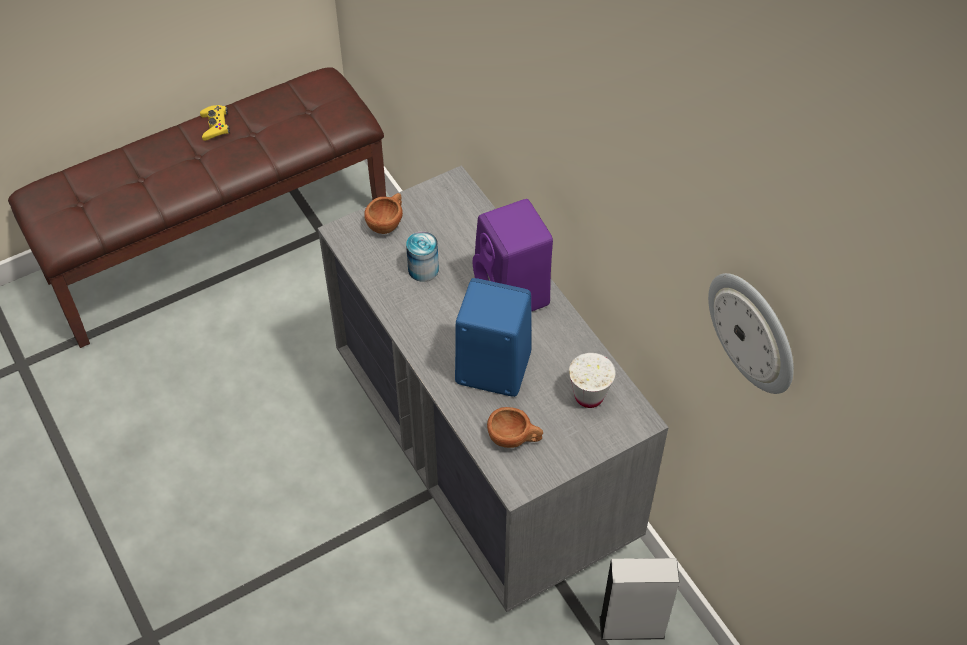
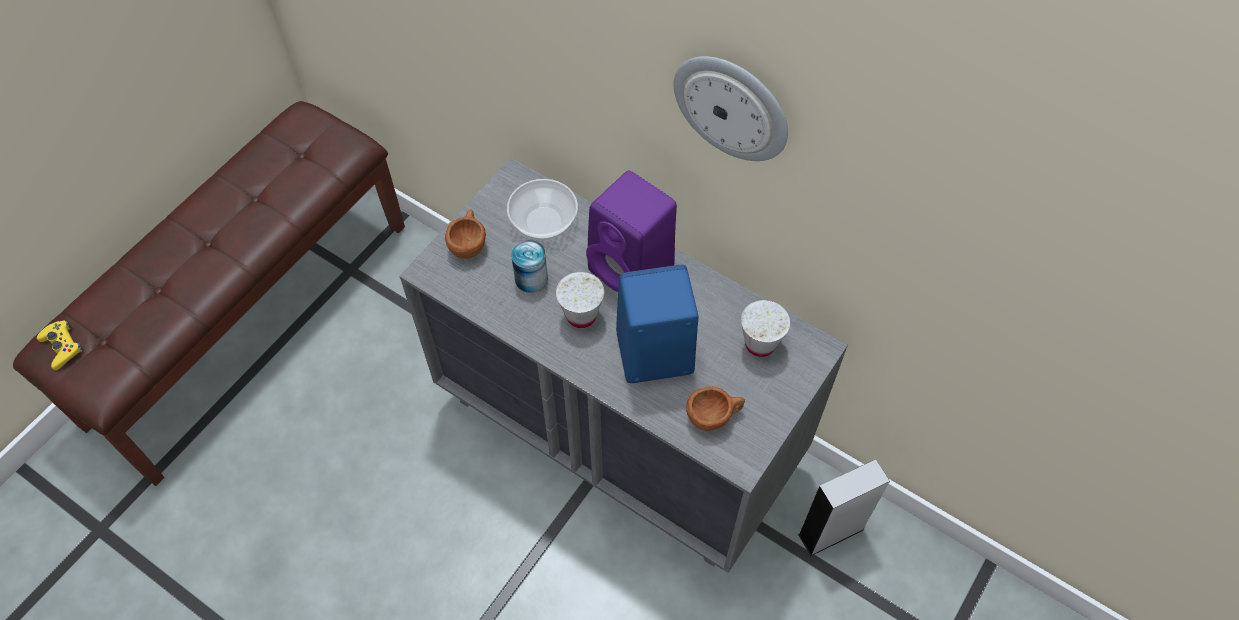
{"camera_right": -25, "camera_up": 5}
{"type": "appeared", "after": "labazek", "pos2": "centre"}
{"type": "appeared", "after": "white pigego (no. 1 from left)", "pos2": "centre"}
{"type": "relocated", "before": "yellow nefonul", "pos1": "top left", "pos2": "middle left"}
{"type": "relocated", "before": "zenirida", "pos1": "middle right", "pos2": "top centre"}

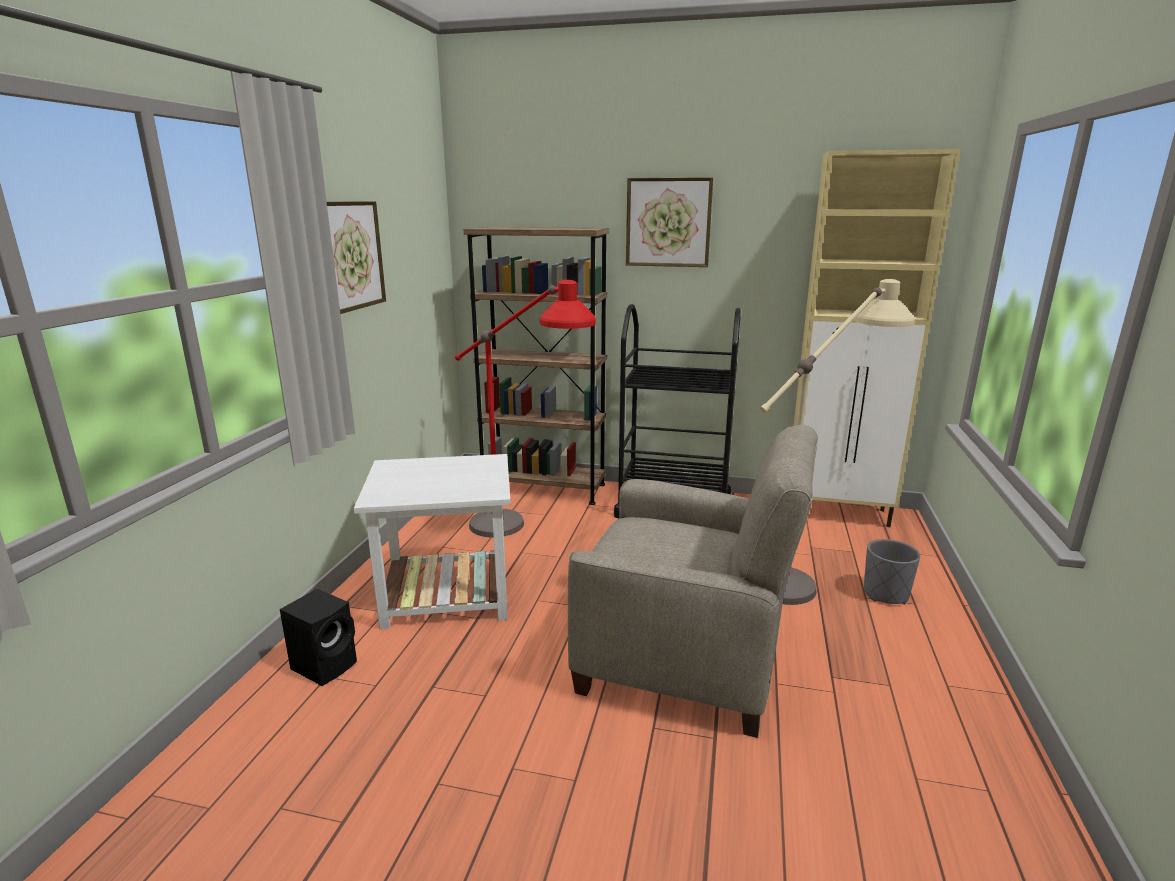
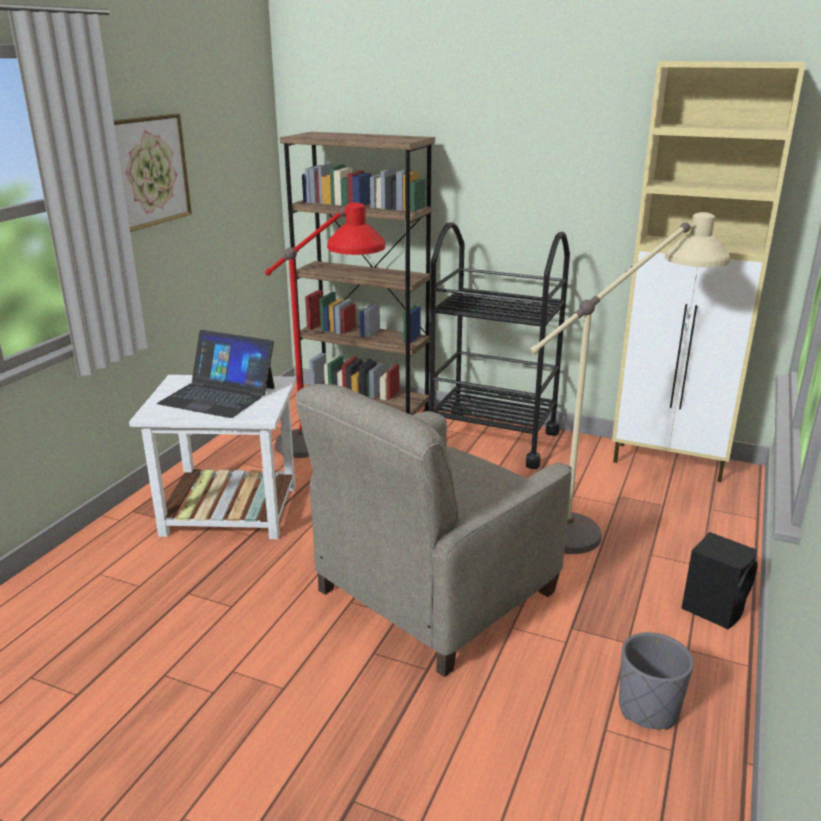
{"camera_right": 10, "camera_up": 5}
{"type": "missing", "before": "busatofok (no. 2 from left)", "pos1": "top centre"}
{"type": "appeared", "after": "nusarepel", "pos2": "middle left"}
{"type": "relocated", "before": "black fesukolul", "pos1": "bottom left", "pos2": "bottom right"}
{"type": "relocated", "before": "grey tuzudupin", "pos1": "middle right", "pos2": "bottom right"}
{"type": "spun", "before": "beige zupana", "pos1": "centre", "pos2": "centre", "turn": 105}

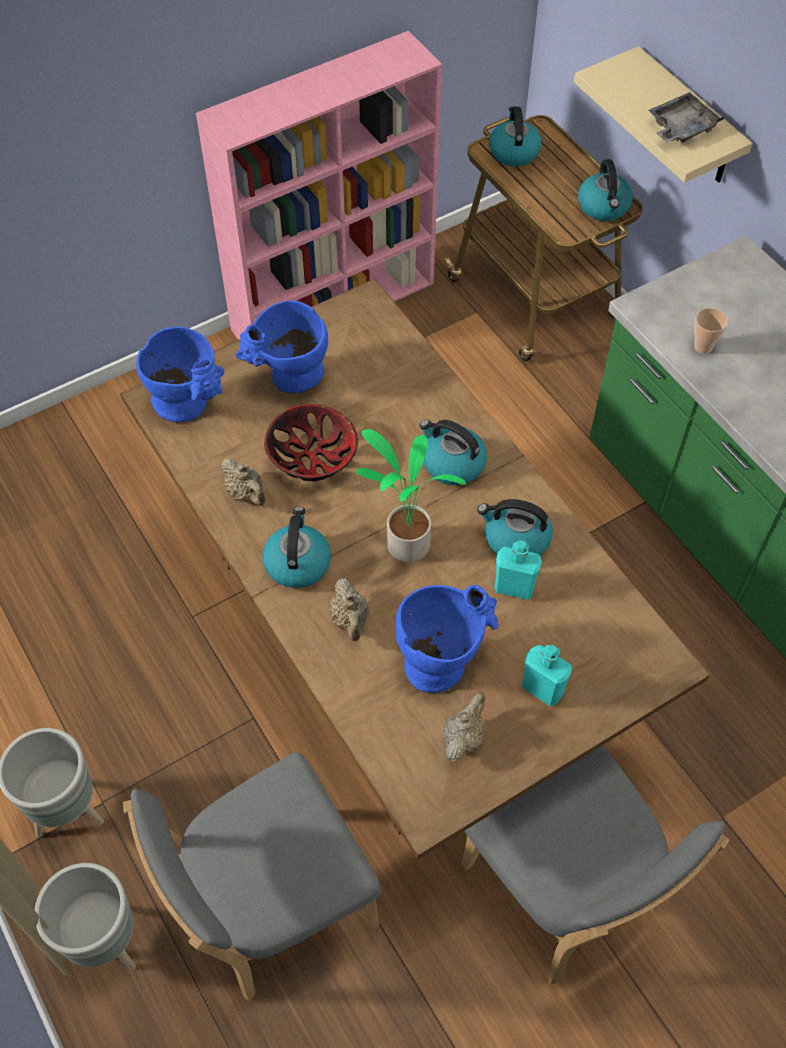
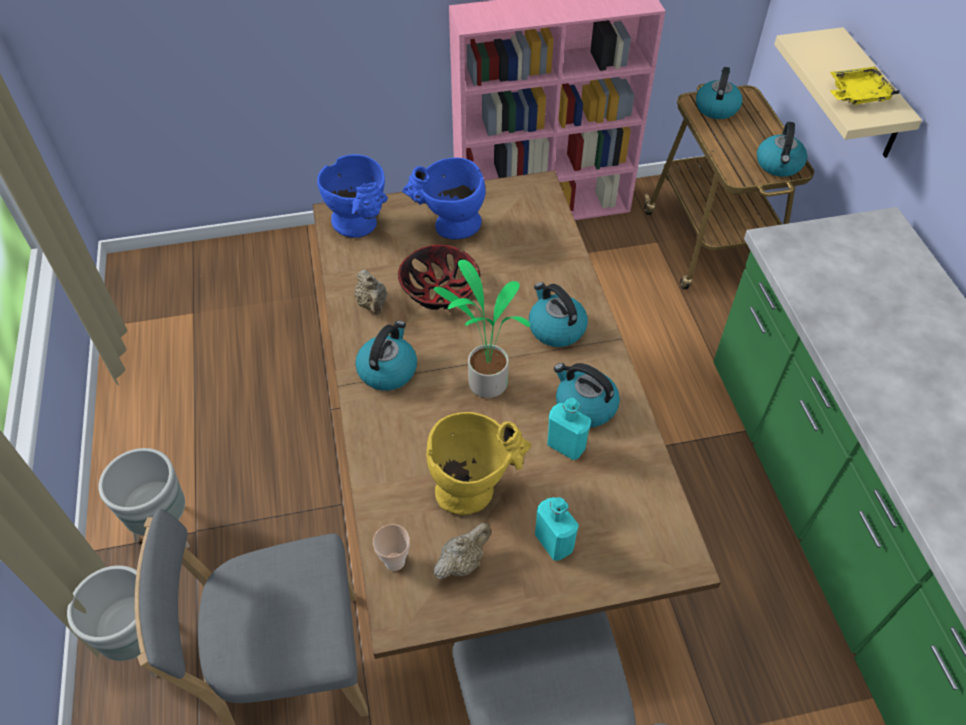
{"camera_right": 20, "camera_up": -5}
{"type": "missing", "before": "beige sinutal (no. 2 from left)", "pos1": "centre"}
{"type": "relocated", "before": "pigego", "pos1": "top right", "pos2": "bottom centre"}
{"type": "colour", "before": "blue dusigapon (no. 3 from left)", "after": "yellow dusigapon", "pos1": "centre", "pos2": "centre"}
{"type": "colour", "before": "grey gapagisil", "after": "yellow gapagisil", "pos1": "top right", "pos2": "top right"}

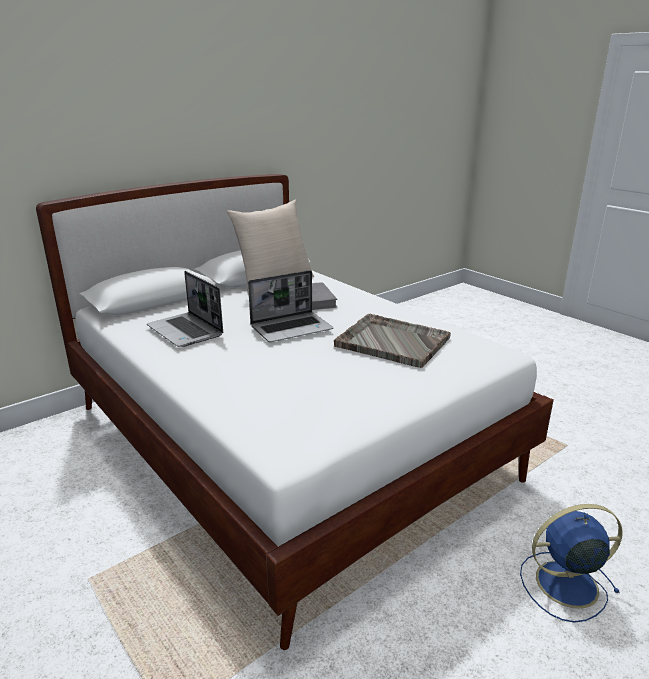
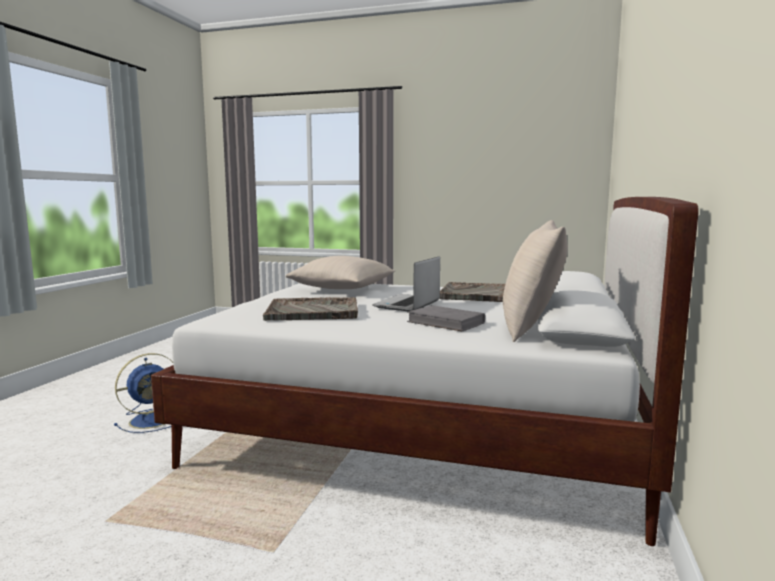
{"camera_right": 145, "camera_up": -15}
{"type": "appeared", "after": "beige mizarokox (no. 1 from left)", "pos2": "centre"}
{"type": "exchanged", "before": "nusarepel (no. 1 from left)", "after": "grey gapagisil (no. 2 from left)", "pos1": "middle left", "pos2": "centre"}

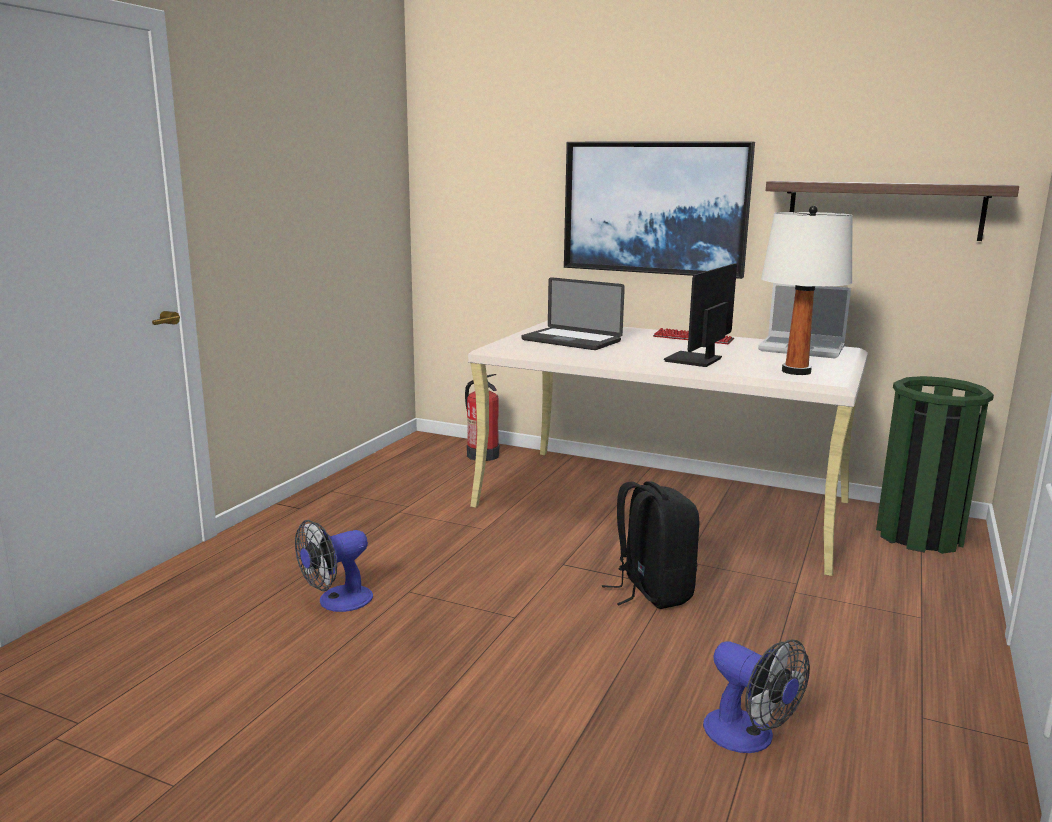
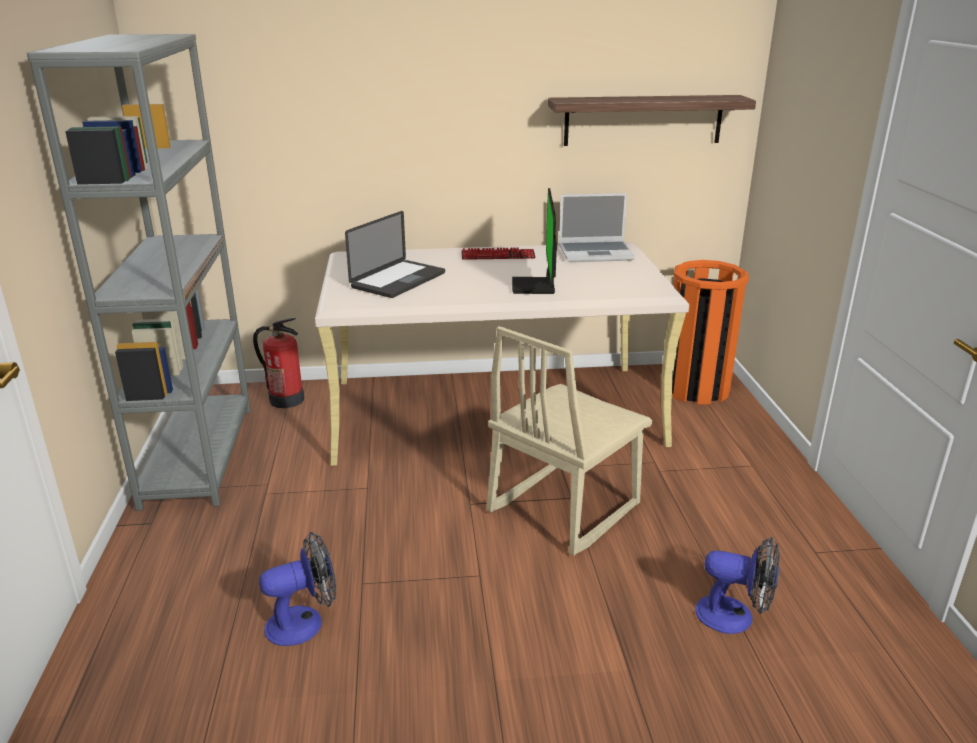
{"camera_right": -30, "camera_up": 10}
{"type": "missing", "before": "busatofok", "pos1": "top centre"}
{"type": "missing", "before": "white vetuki", "pos1": "middle right"}
{"type": "appeared", "after": "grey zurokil", "pos2": "middle left"}
{"type": "exchanged", "before": "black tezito", "after": "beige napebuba", "pos1": "centre", "pos2": "centre"}
{"type": "colour", "before": "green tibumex", "after": "orange tibumex", "pos1": "middle right", "pos2": "middle right"}
{"type": "spun", "before": "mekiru (no. 1 from left)", "pos1": "bottom left", "pos2": "bottom left", "turn": -135}
{"type": "spun", "before": "nusarepel (no. 1 from left)", "pos1": "centre", "pos2": "centre", "turn": -60}

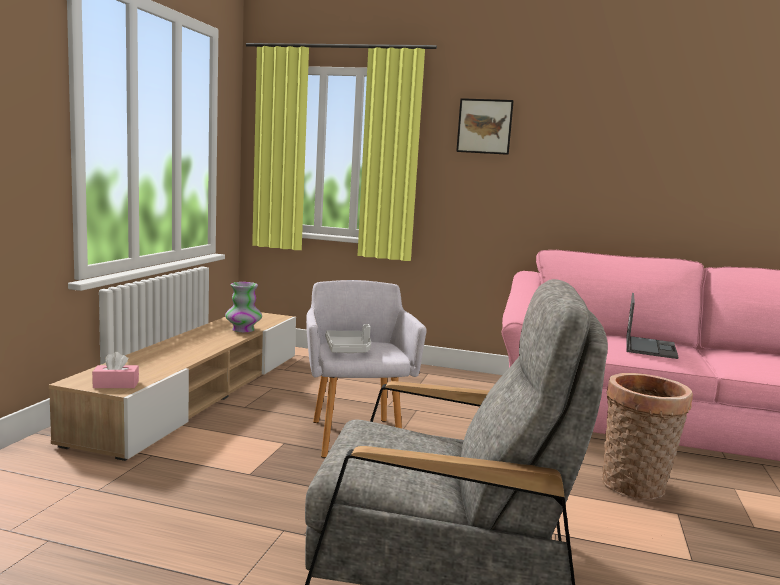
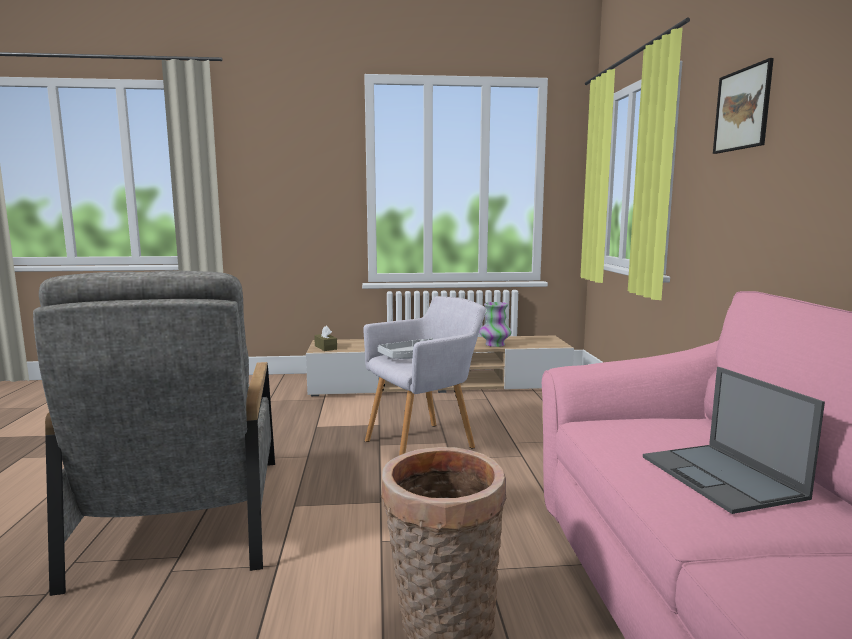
{"camera_right": 70, "camera_up": 0}
{"type": "colour", "before": "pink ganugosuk", "after": "brown ganugosuk", "pos1": "middle left", "pos2": "centre"}
{"type": "spun", "before": "nusarepel", "pos1": "middle right", "pos2": "bottom right", "turn": 75}

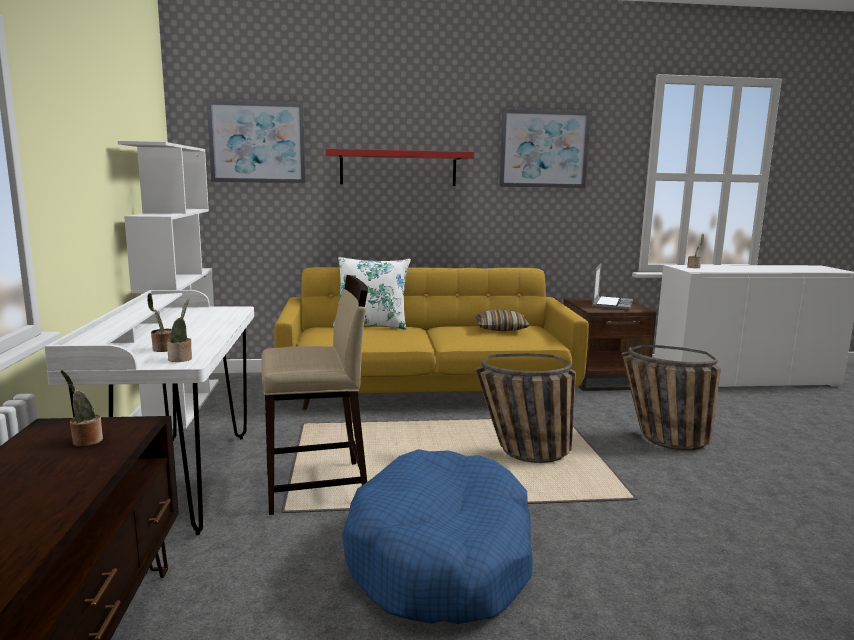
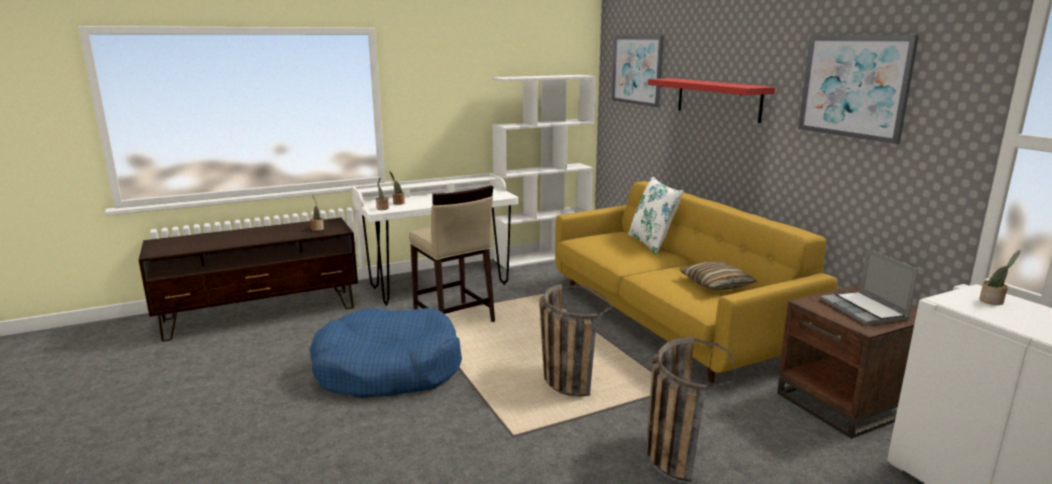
{"camera_right": 70, "camera_up": 5}
{"type": "spun", "before": "nusarepel", "pos1": "middle right", "pos2": "middle right", "turn": 75}

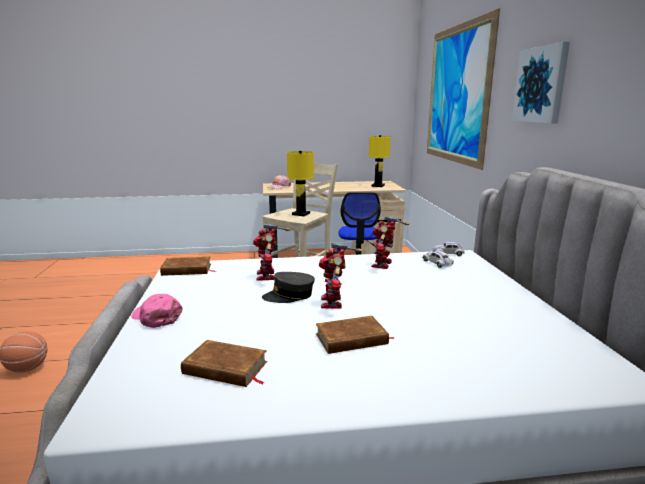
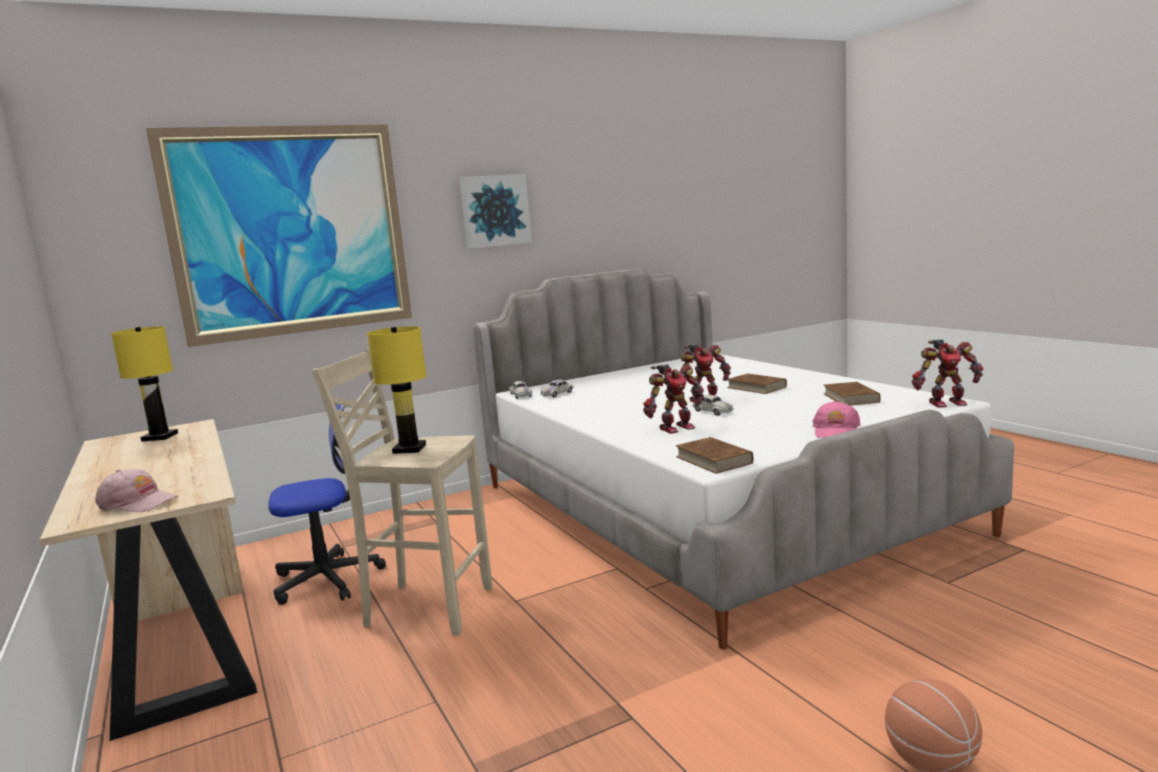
{"camera_right": -110, "camera_up": -5}
{"type": "relocated", "before": "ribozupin (no. 3 from left)", "pos1": "centre", "pos2": "middle right"}
{"type": "exchanged", "before": "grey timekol", "after": "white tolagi (no. 3 from left)", "pos1": "centre", "pos2": "centre"}

